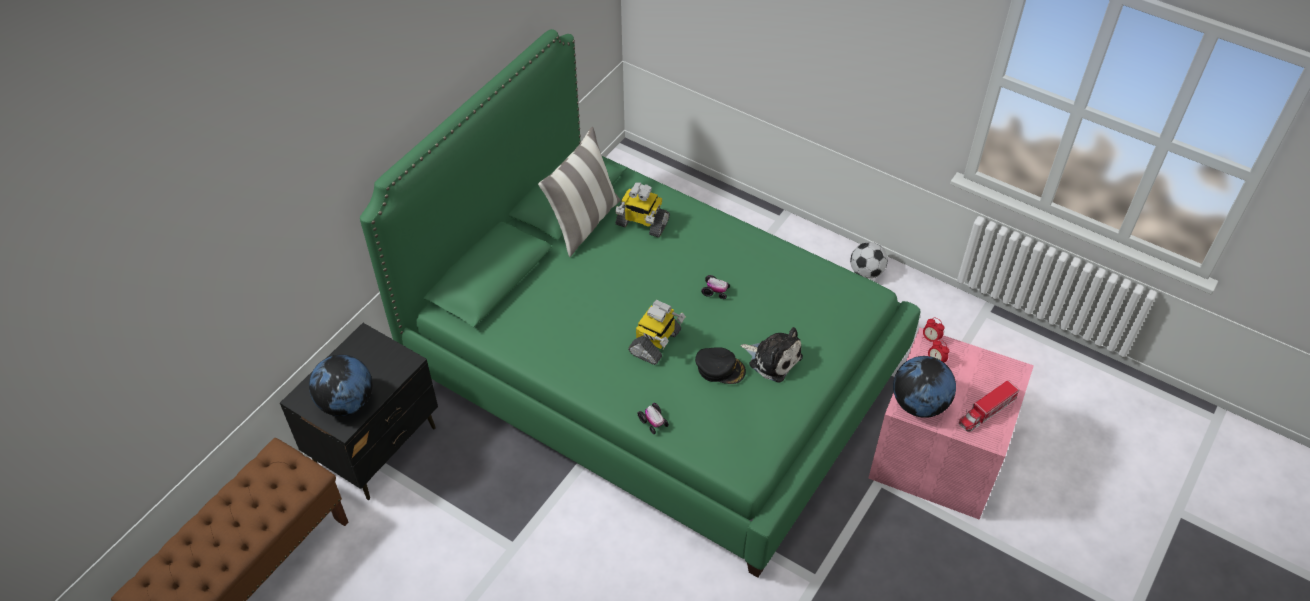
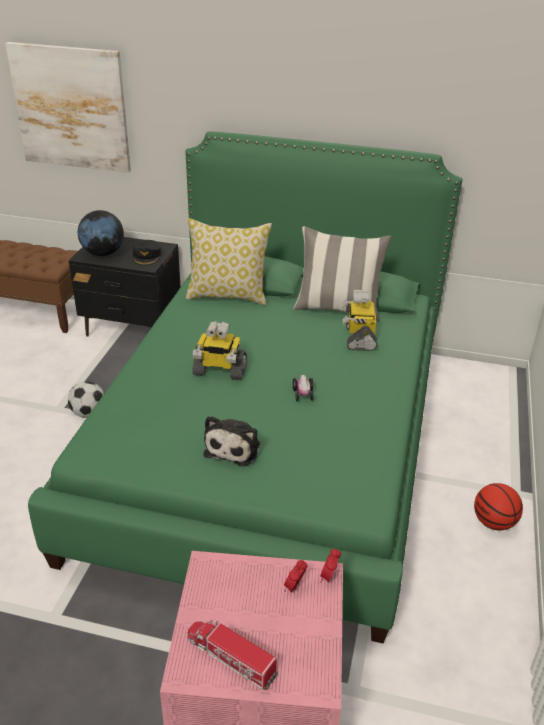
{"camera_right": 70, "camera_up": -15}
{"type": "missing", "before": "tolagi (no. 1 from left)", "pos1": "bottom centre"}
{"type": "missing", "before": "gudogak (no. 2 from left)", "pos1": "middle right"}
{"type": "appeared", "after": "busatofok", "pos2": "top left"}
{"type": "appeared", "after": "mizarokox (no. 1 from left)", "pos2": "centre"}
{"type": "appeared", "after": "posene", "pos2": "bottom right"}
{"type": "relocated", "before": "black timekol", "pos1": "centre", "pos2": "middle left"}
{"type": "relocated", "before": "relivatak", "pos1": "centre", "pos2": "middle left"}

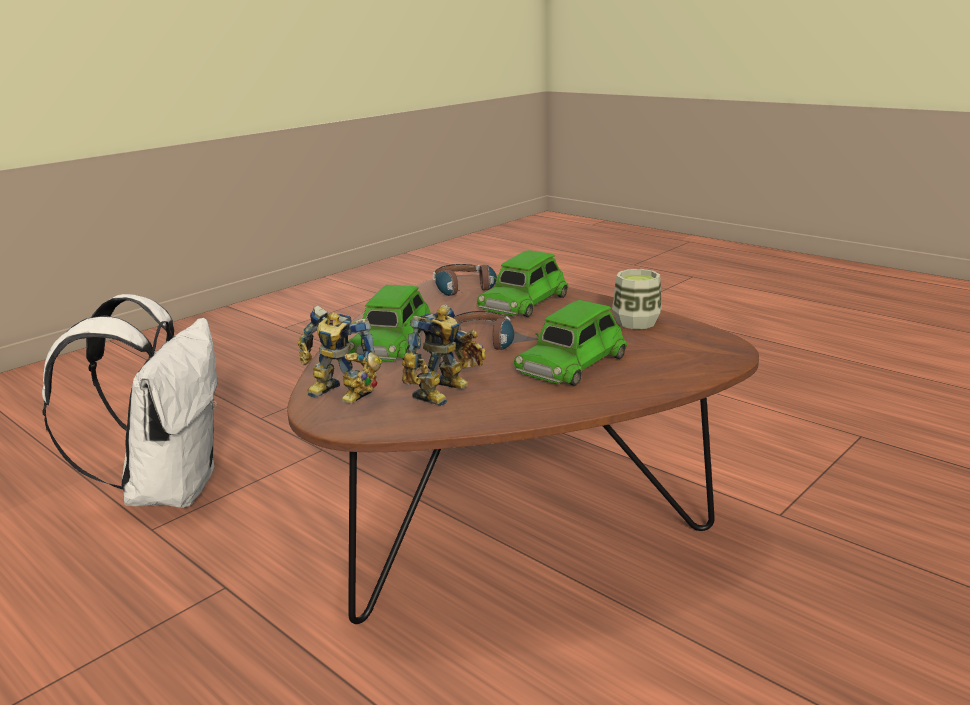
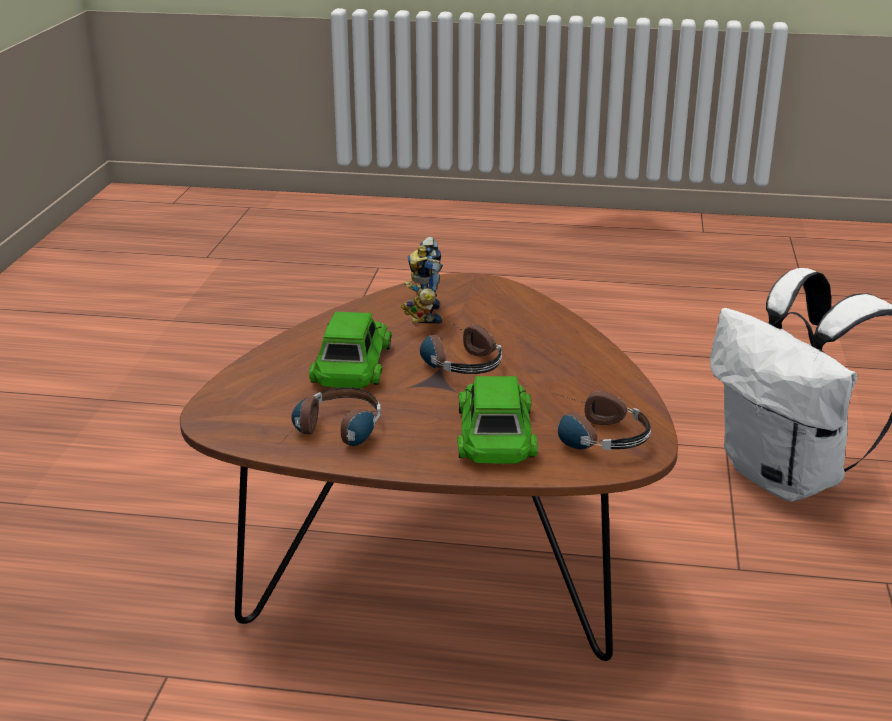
{"camera_right": 145, "camera_up": 5}
{"type": "missing", "before": "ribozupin (no. 1 from left)", "pos1": "centre"}
{"type": "missing", "before": "green tolagi (no. 1 from left)", "pos1": "centre"}
{"type": "exchanged", "before": "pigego", "after": "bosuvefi (no. 1 from left)", "pos1": "centre", "pos2": "centre"}

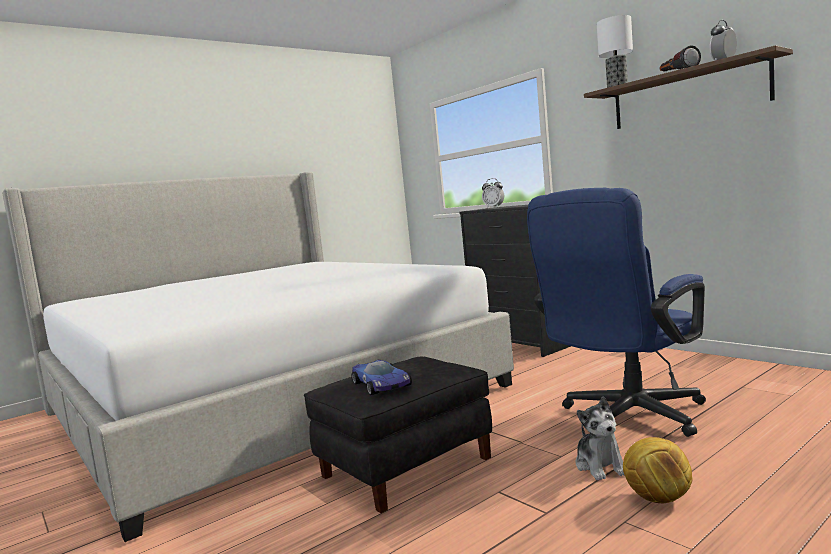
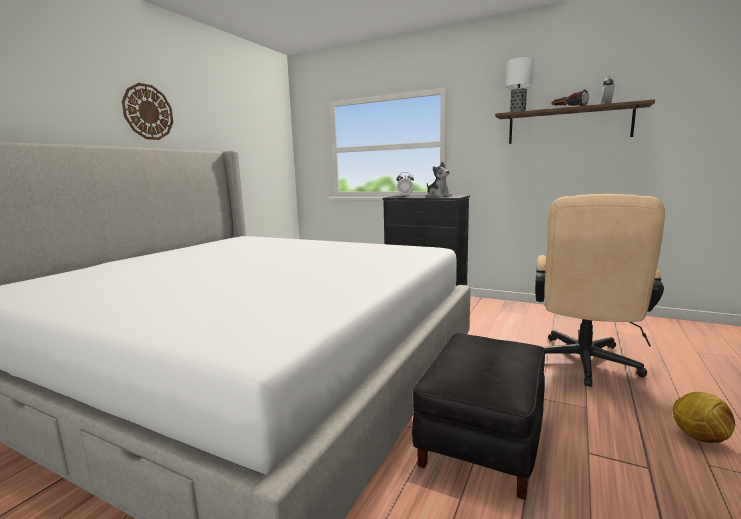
{"camera_right": -25, "camera_up": 5}
{"type": "missing", "before": "tolagi", "pos1": "bottom centre"}
{"type": "appeared", "after": "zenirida", "pos2": "top left"}
{"type": "relocated", "before": "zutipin", "pos1": "bottom right", "pos2": "centre"}
{"type": "colour", "before": "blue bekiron", "after": "beige bekiron", "pos1": "middle right", "pos2": "middle right"}

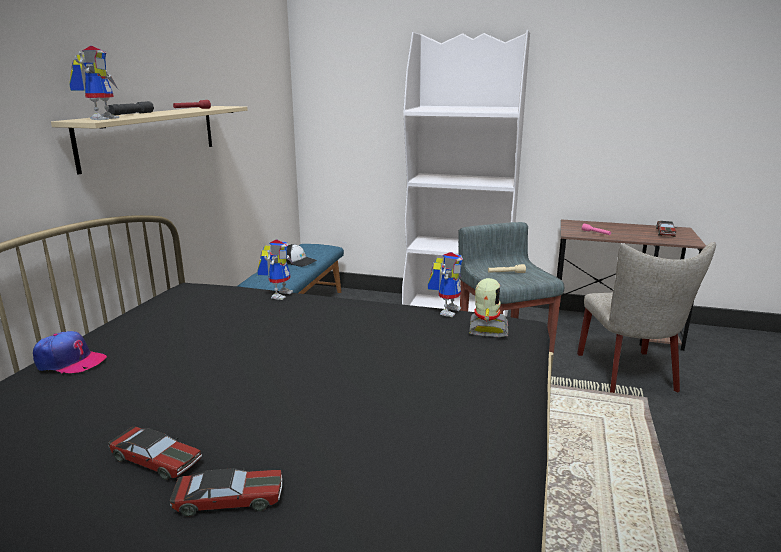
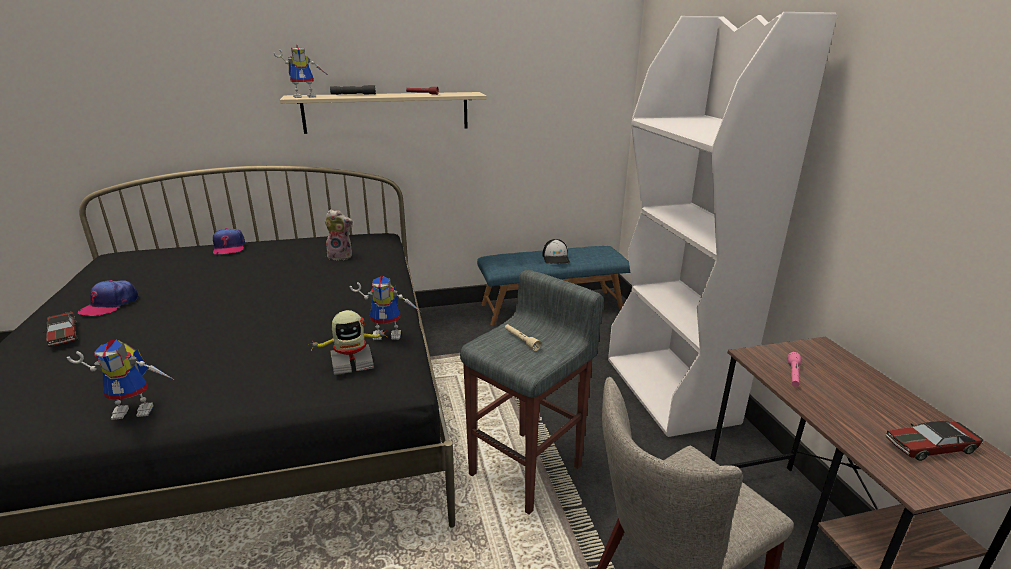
{"camera_right": 60, "camera_up": 5}
{"type": "appeared", "after": "zutipin", "pos2": "centre"}
{"type": "relocated", "before": "ribozupin (no. 2 from left in the first image)", "after": "ribozupin (no. 1 from left)", "pos1": "centre", "pos2": "bottom left"}
{"type": "exchanged", "before": "tolagi (no. 1 from left)", "after": "timekol (no. 1 from left)", "pos1": "bottom left", "pos2": "middle left"}

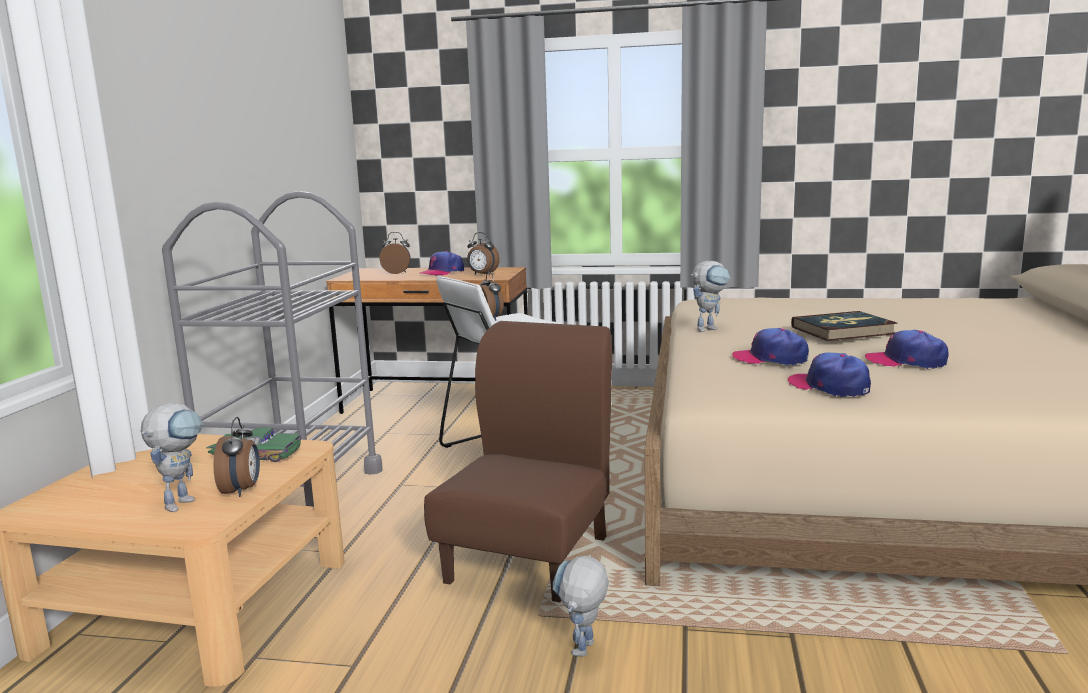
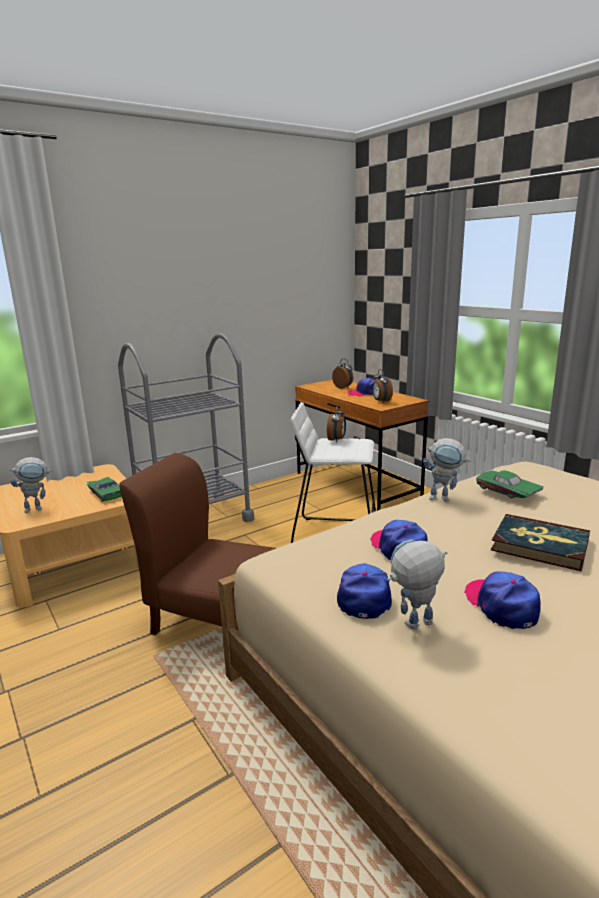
{"camera_right": 45, "camera_up": 5}
{"type": "missing", "before": "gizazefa (no. 1 from left)", "pos1": "middle left"}
{"type": "appeared", "after": "green tolagi (no. 2 from left)", "pos2": "middle right"}
{"type": "relocated", "before": "ribozupin (no. 2 from left)", "pos1": "bottom centre", "pos2": "middle right"}
{"type": "spun", "before": "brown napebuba", "pos1": "centre", "pos2": "middle left", "turn": -135}

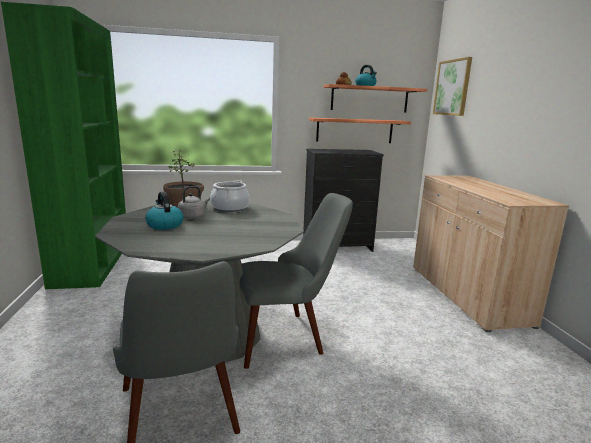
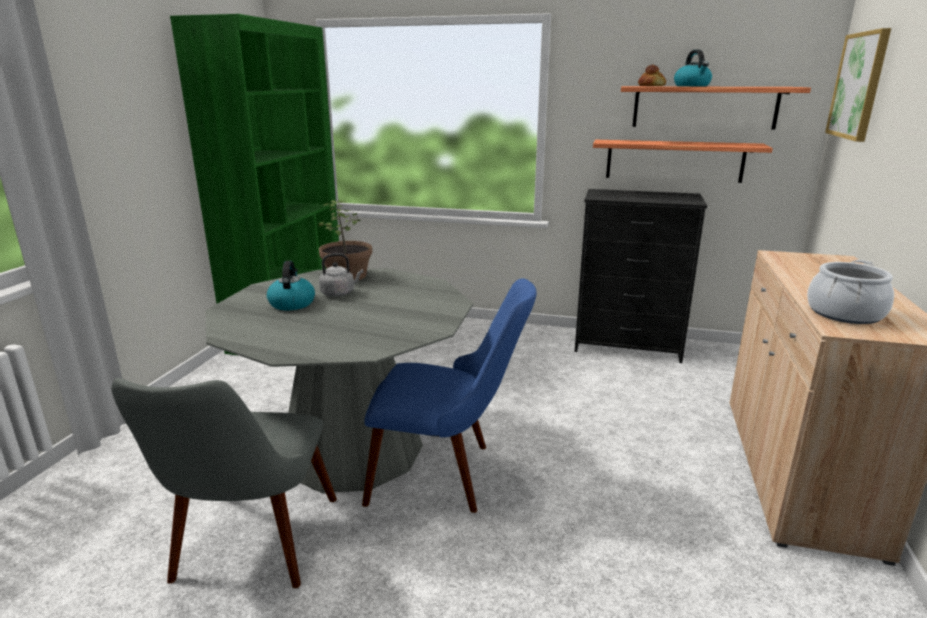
{"camera_right": 25, "camera_up": 5}
{"type": "relocated", "before": "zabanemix", "pos1": "centre", "pos2": "middle right"}
{"type": "colour", "before": "grey napebuba (no. 2 from left)", "after": "blue napebuba", "pos1": "centre", "pos2": "centre"}

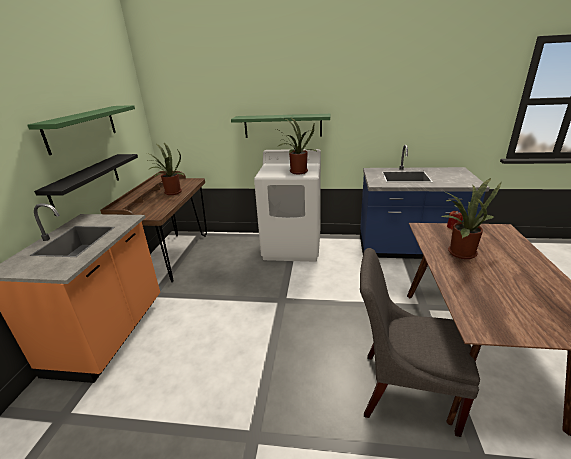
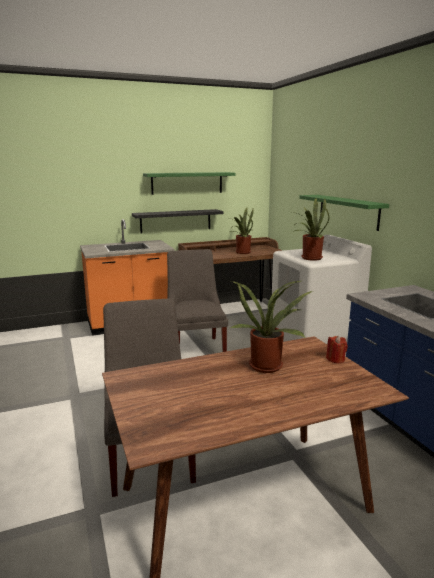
{"camera_right": 60, "camera_up": -10}
{"type": "appeared", "after": "grey napebuba (no. 2 from left)", "pos2": "centre"}

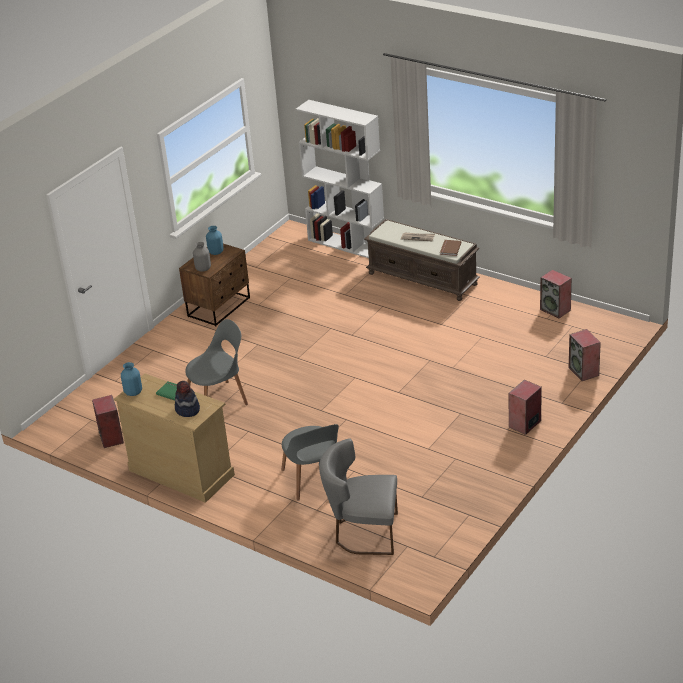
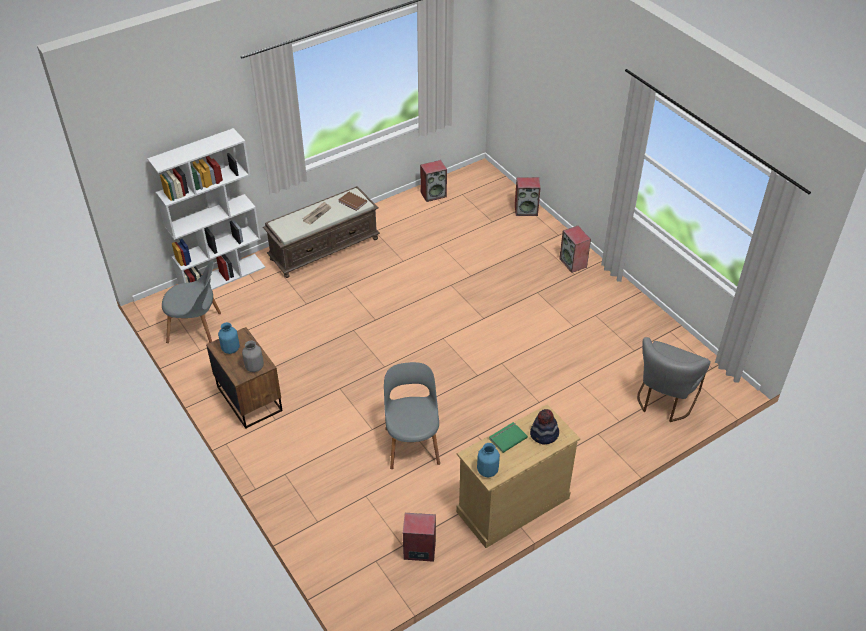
{"camera_right": -70, "camera_up": 10}
{"type": "relocated", "before": "grey napebuba (no. 2 from left in the first image)", "after": "grey napebuba (no. 1 from left)", "pos1": "bottom centre", "pos2": "middle left"}

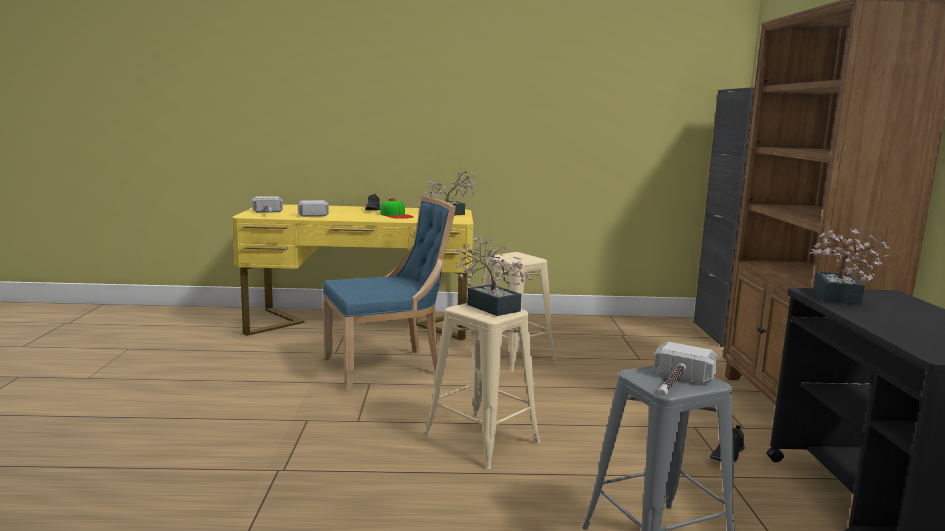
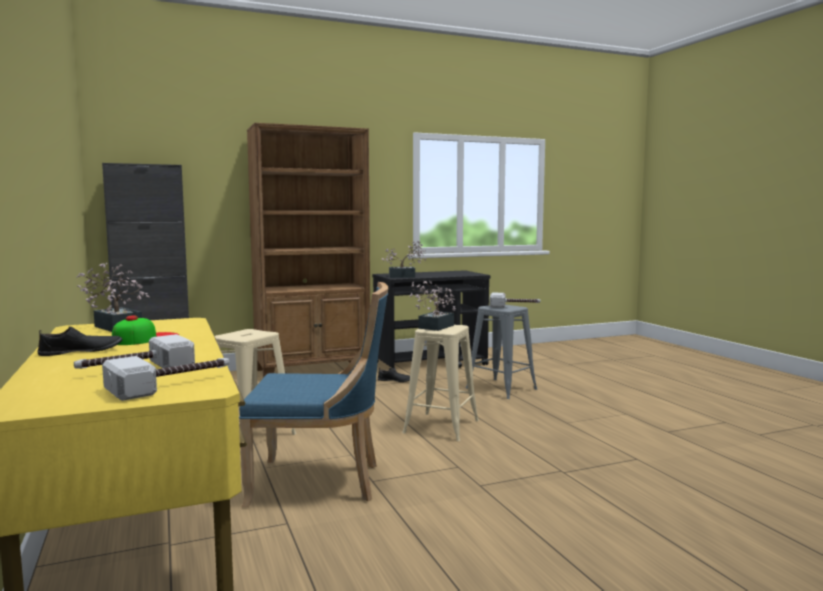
{"camera_right": -110, "camera_up": -5}
{"type": "spun", "before": "blue napebuba", "pos1": "centre", "pos2": "bottom centre", "turn": 135}

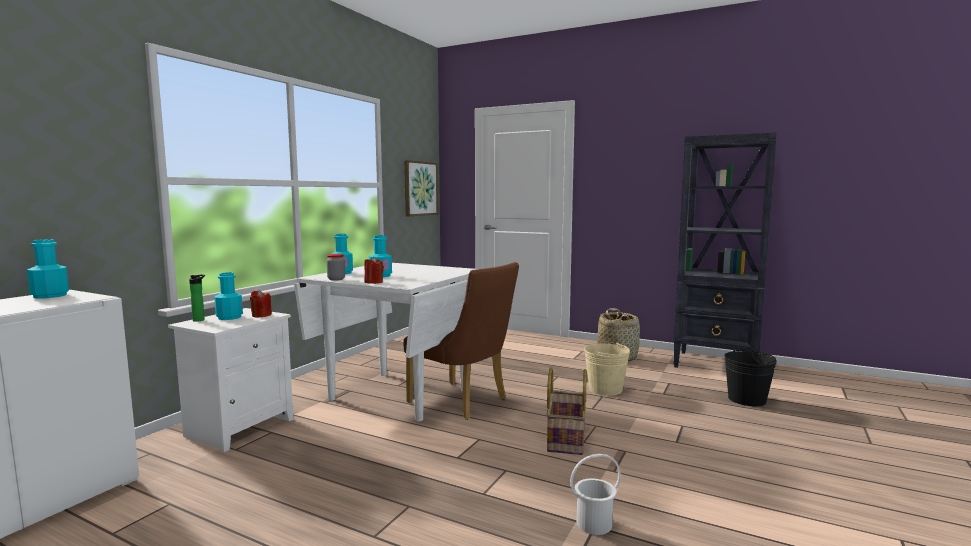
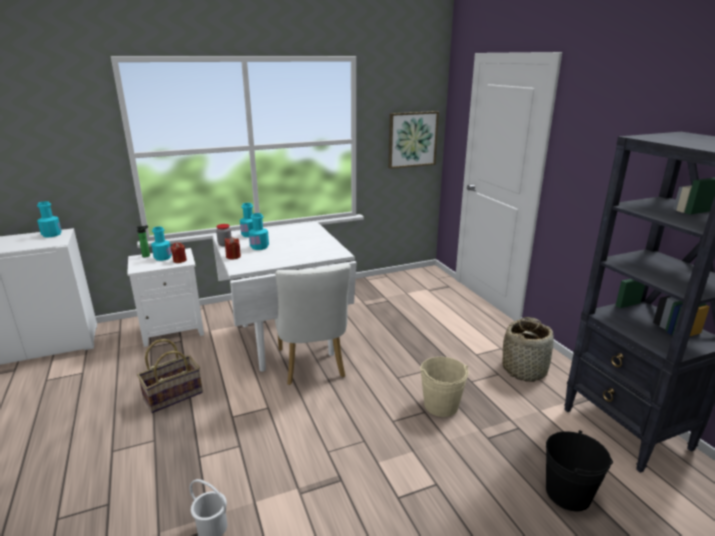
{"camera_right": 40, "camera_up": 15}
{"type": "relocated", "before": "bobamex (no. 1 from left)", "pos1": "bottom centre", "pos2": "bottom left"}
{"type": "colour", "before": "brown napebuba", "after": "white napebuba", "pos1": "centre", "pos2": "centre"}

